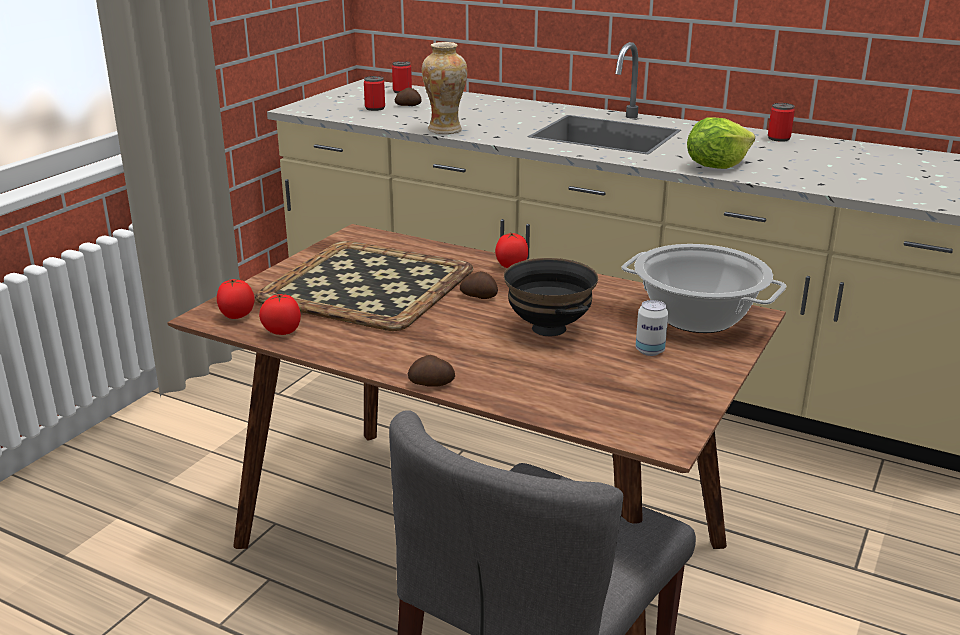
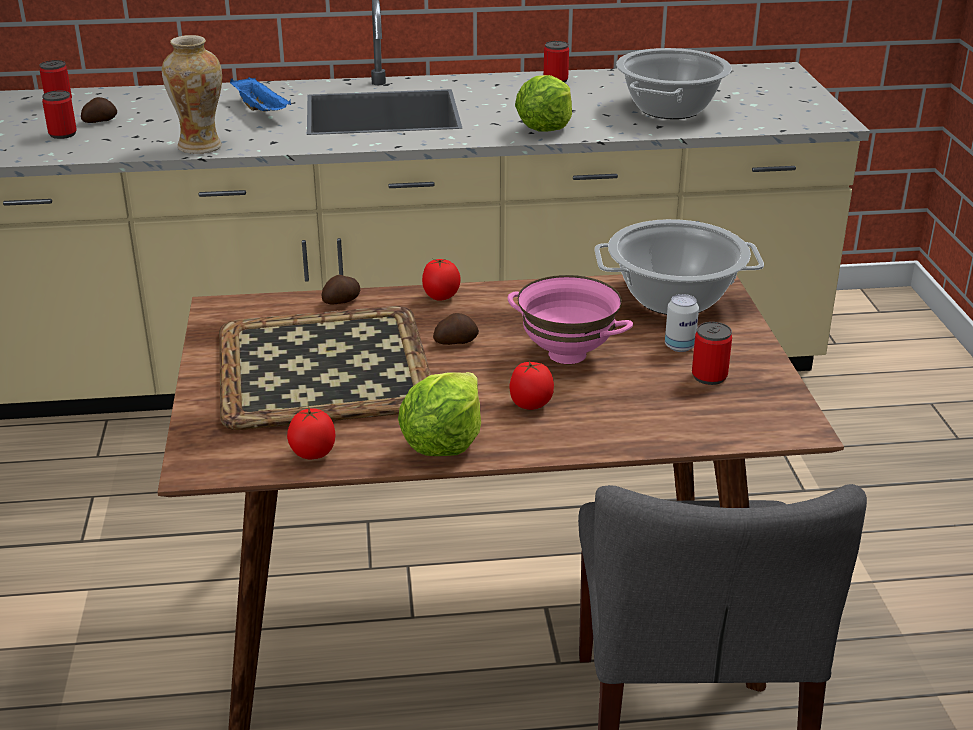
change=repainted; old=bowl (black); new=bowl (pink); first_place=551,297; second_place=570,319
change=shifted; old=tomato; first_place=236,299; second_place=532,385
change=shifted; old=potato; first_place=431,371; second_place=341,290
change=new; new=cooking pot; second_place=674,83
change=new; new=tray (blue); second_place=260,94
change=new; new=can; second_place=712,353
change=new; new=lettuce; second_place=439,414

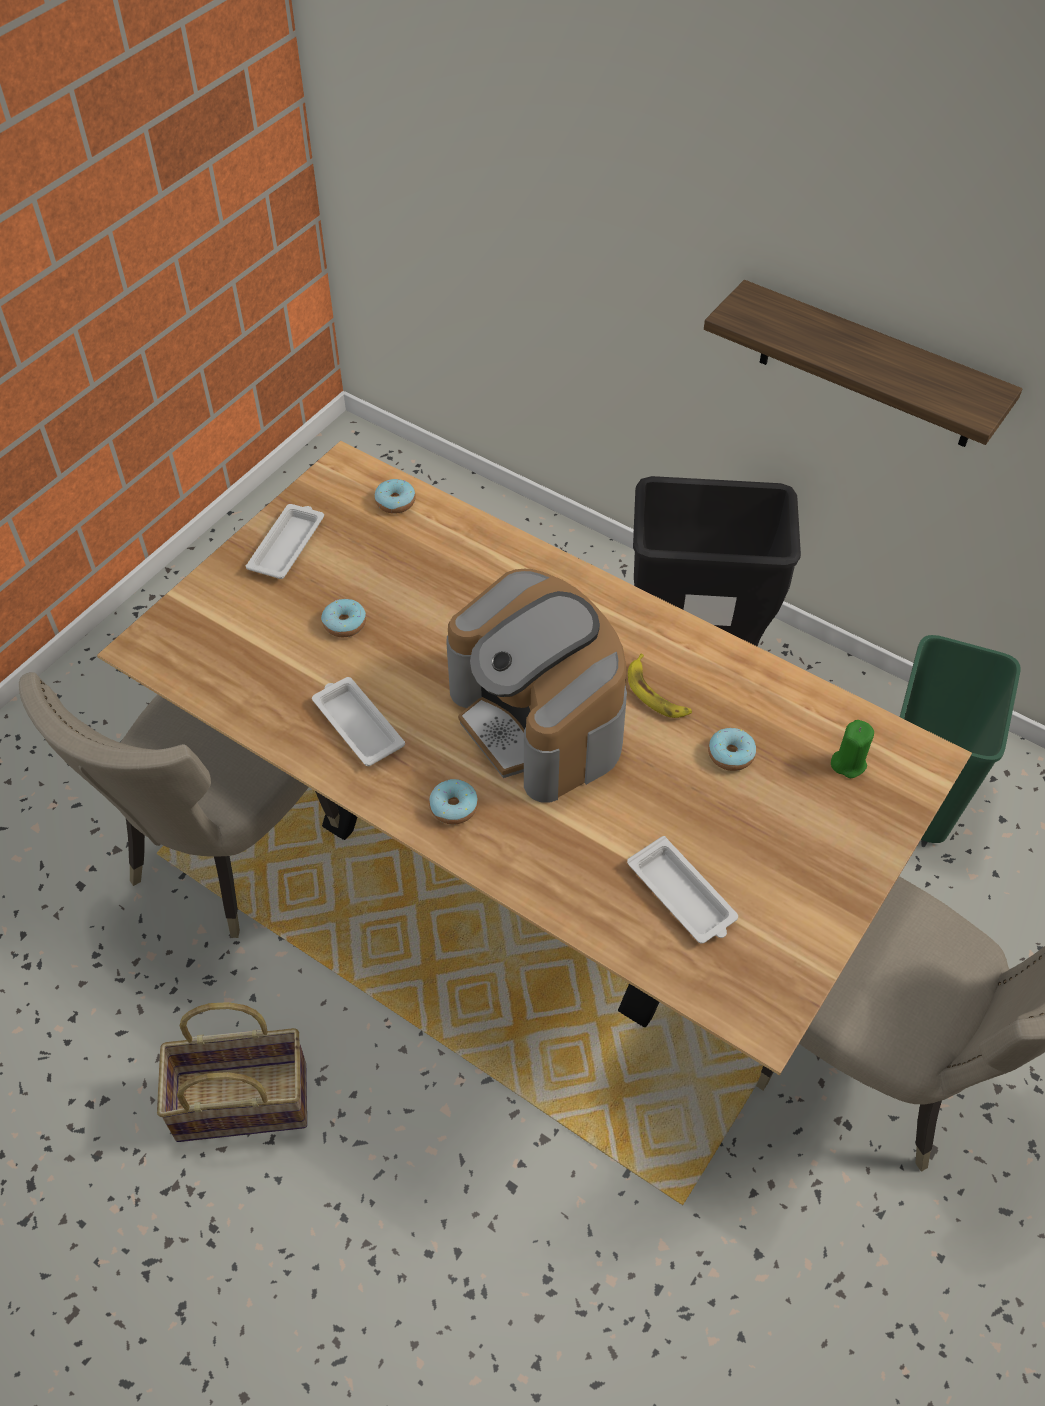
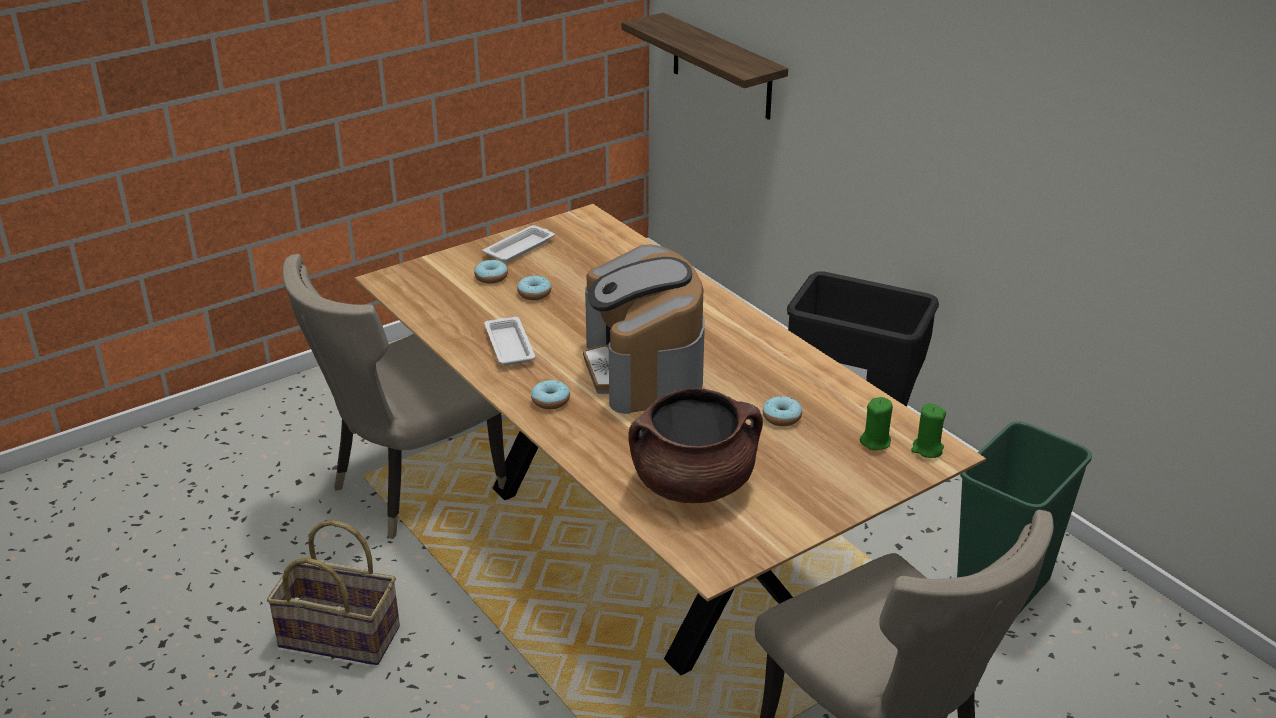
change=shifted; old=shelf; first_place=863,363; second_place=704,66
change=shifted; old=donut; first_place=395,496; second_place=491,272
change=gone; old=banana; first_place=660,686
change=swapped; old=tray (white); new=cooking pot (brown); first_place=682,890; second_place=695,445
change=new; new=candle (green); second_place=928,430

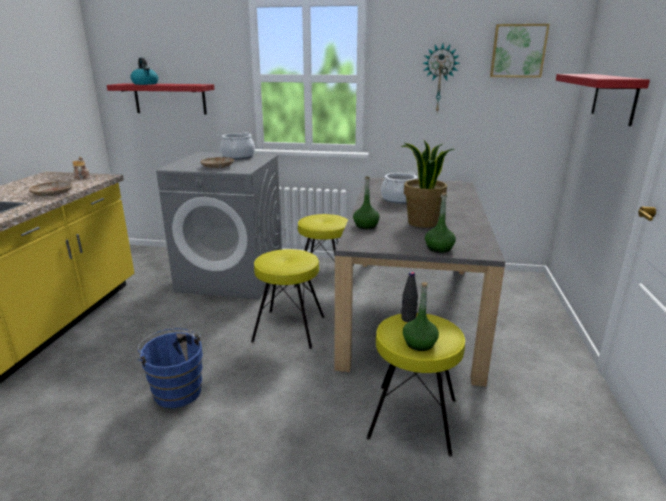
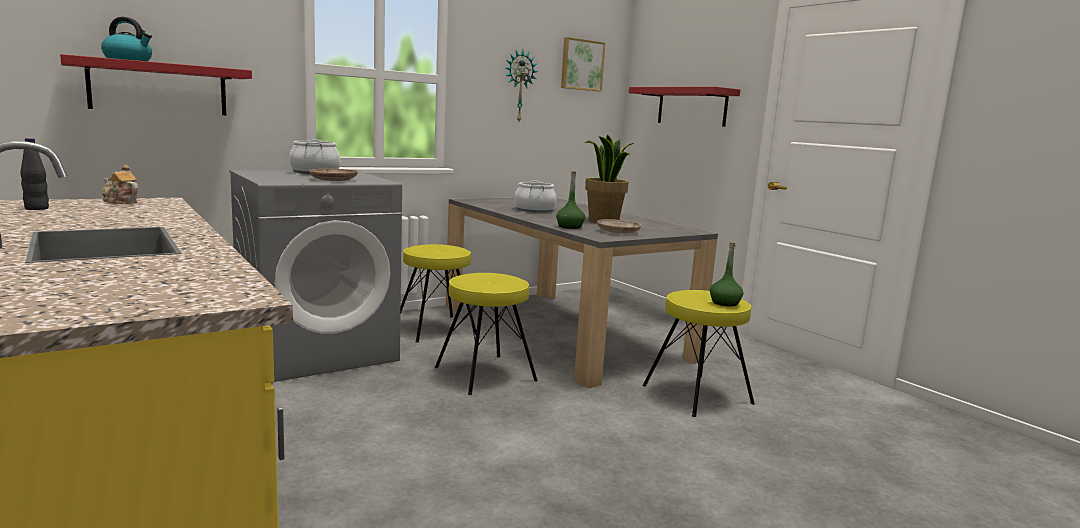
change=shifted; old=plate (beige); first_place=50,188; second_place=619,226
change=gone; old=bottle (green); first_place=440,223
change=shifted; old=bottle (black); first_place=409,297; second_place=34,174
change=gone; old=bucket (blue); first_place=170,368

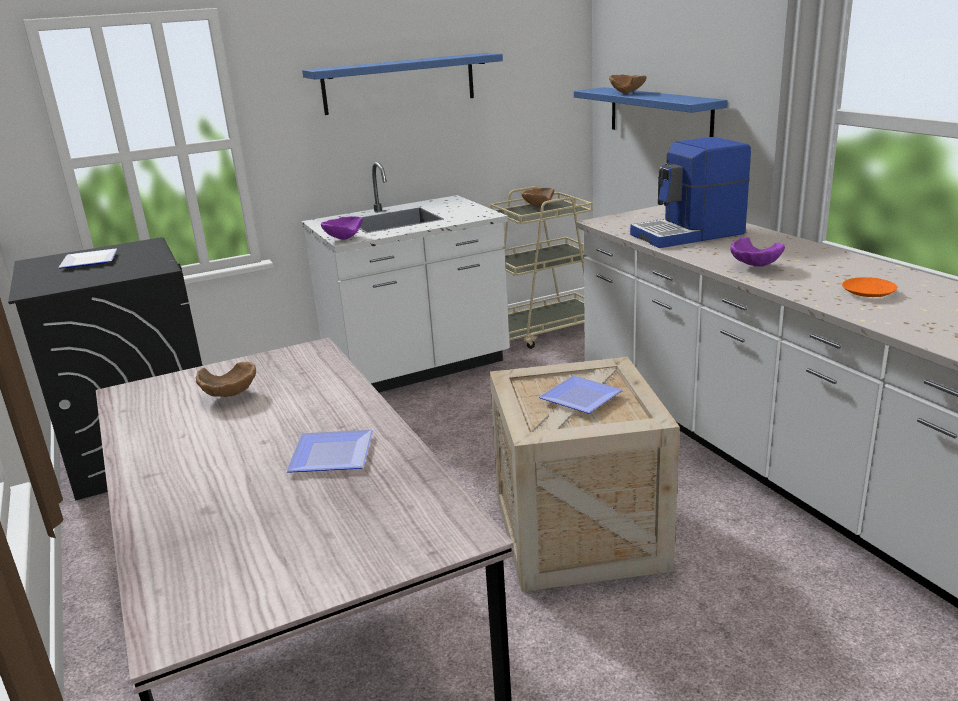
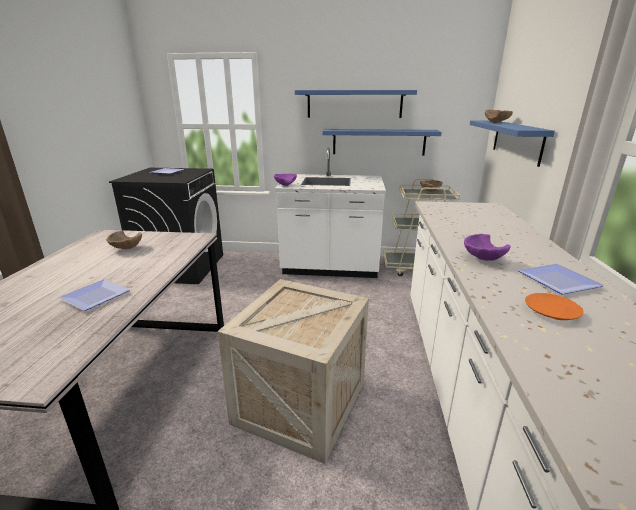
change=gone; old=coffee machine; first_place=690,192
change=shifted; old=plate; first_place=581,394; second_place=561,279
change=new; new=shelf (blue); second_place=382,142

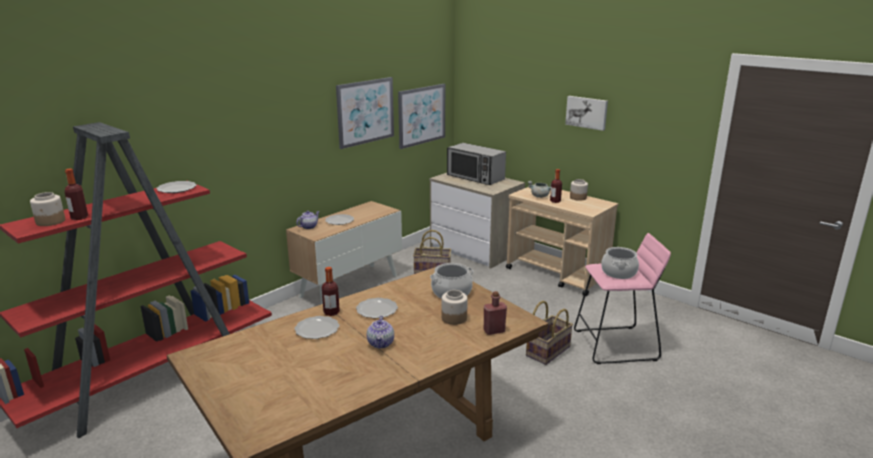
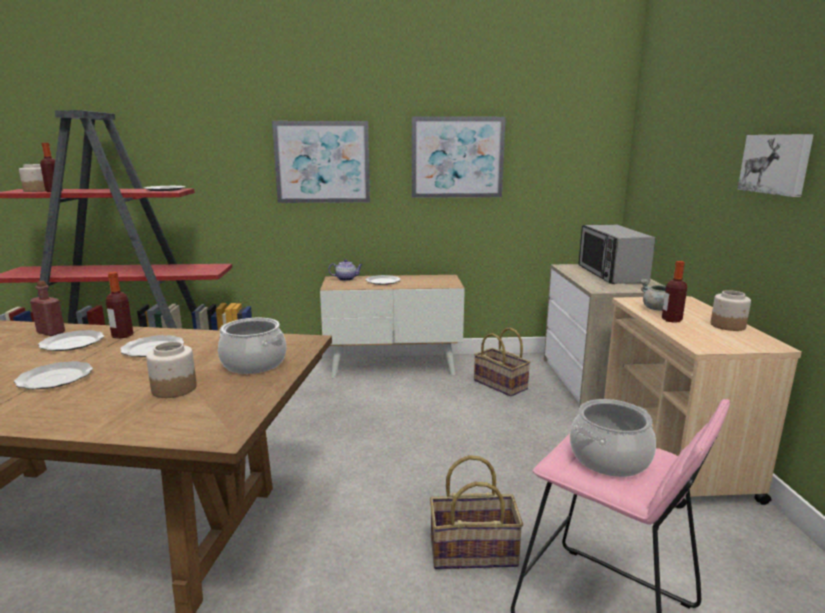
change=shifted; old=picture; first_place=421,116; second_place=321,162
change=shifted; old=bottle (red); first_place=495,313; second_place=47,308
change=swapped; old=teapot; new=plate; first_place=380,332; second_place=53,375

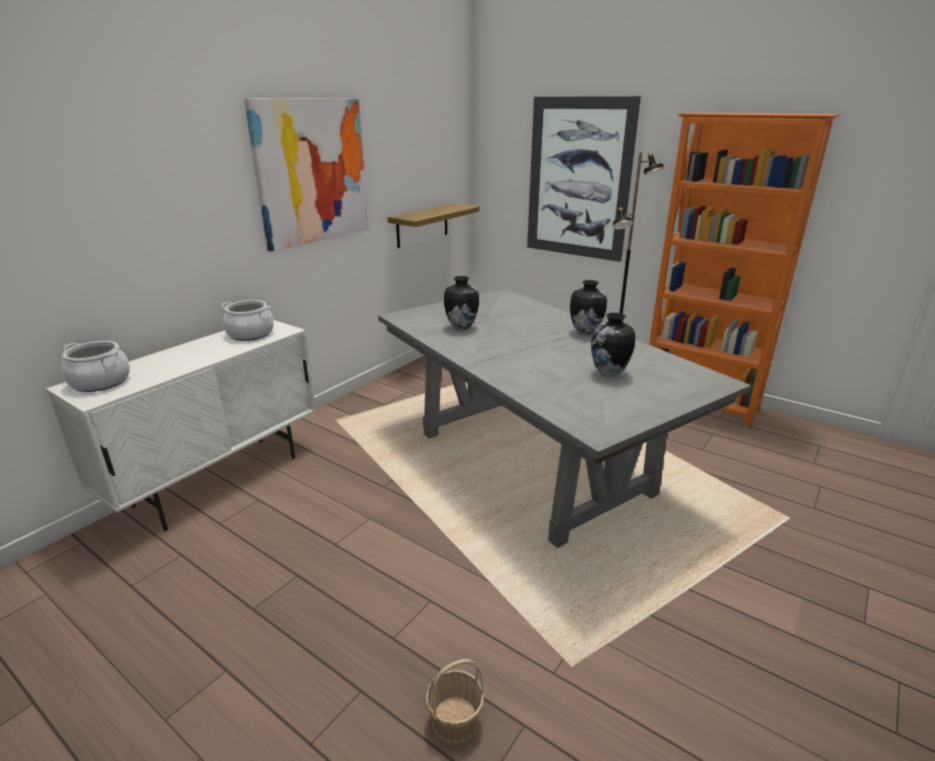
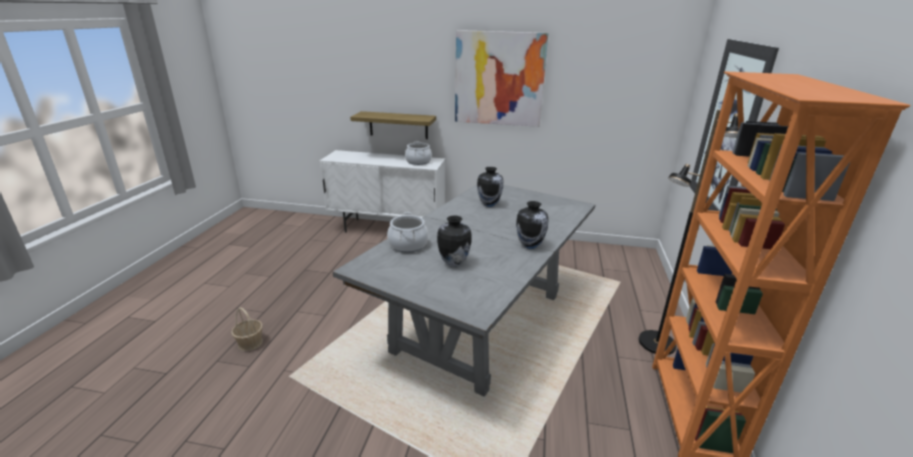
change=shifted; old=shelf; first_place=434,225; second_place=393,125
change=shifted; old=cooking pot; first_place=96,366; second_place=407,232

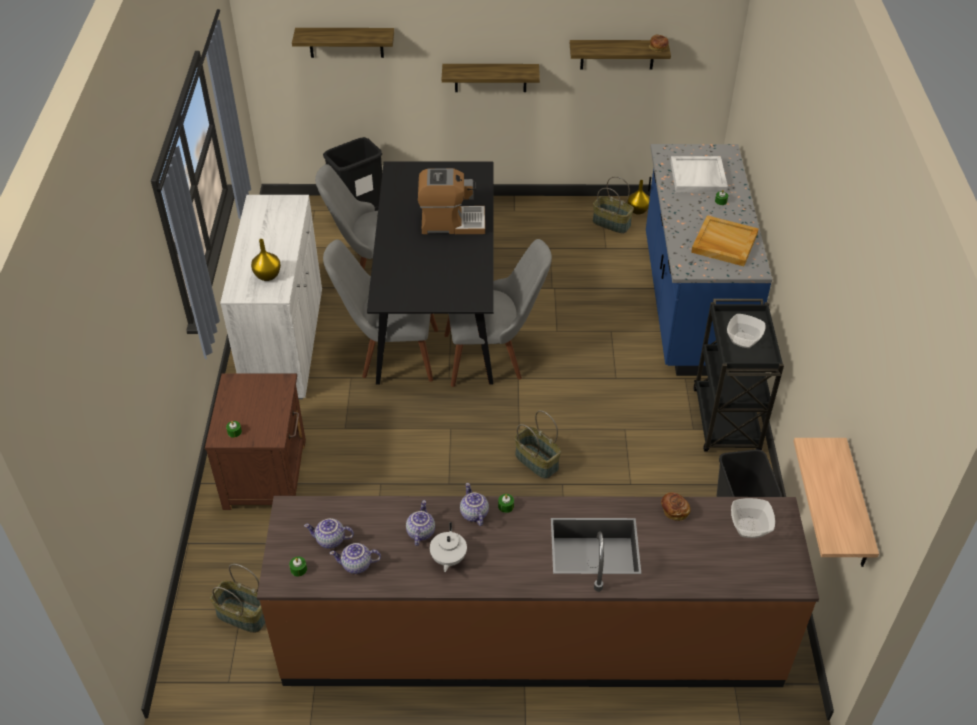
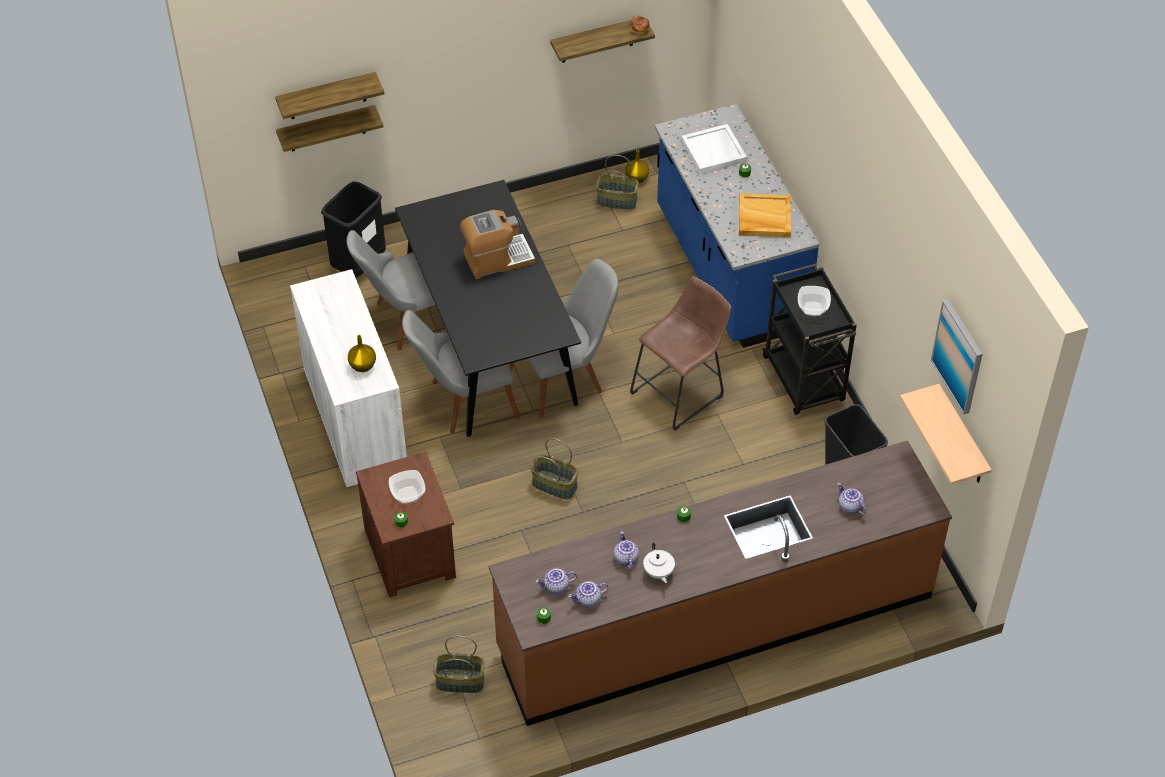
change=shifted; old=shelf; first_place=491,78; second_place=330,128
change=shifted; old=basket; first_place=538,444; second_place=554,468
change=shifted; old=teapot; first_place=474,504; second_place=852,499
change=gone; old=bread; first_place=675,506
change=shifted; old=bowl; first_place=753,518; second_place=407,487
change=new; new=stool (brown); second_place=680,353
change=new; new=picture; second_place=957,356

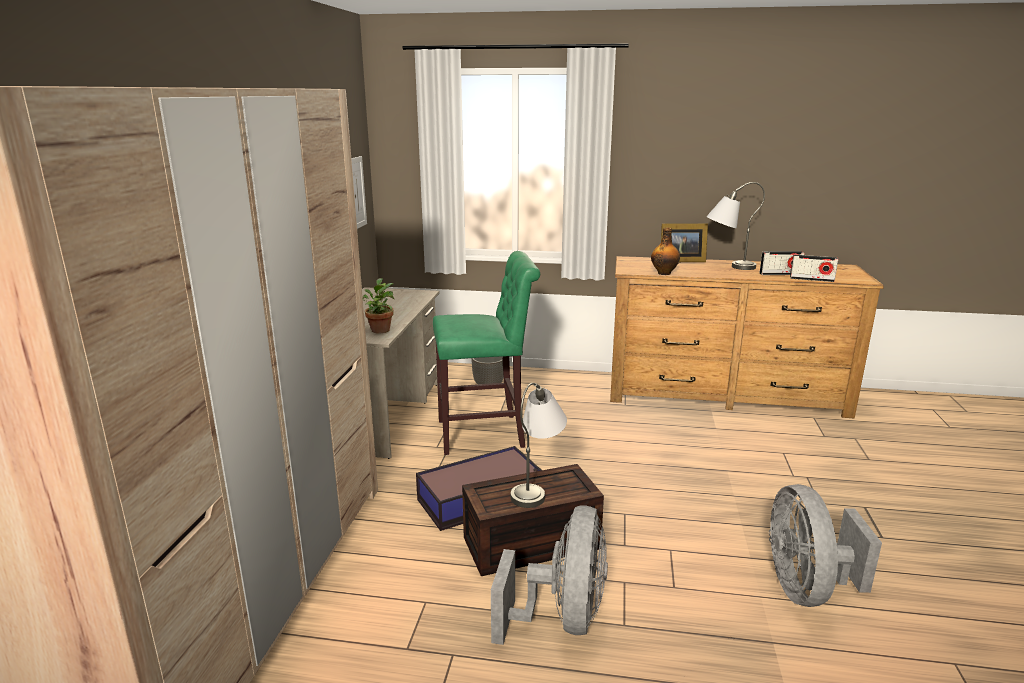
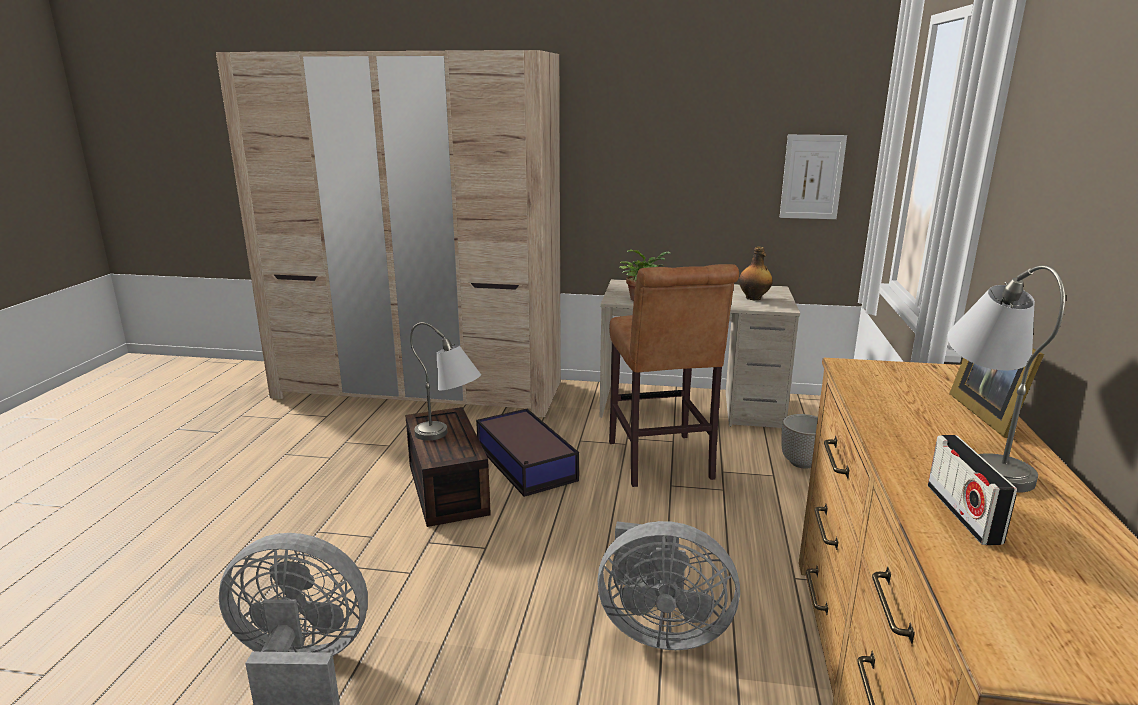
change=shifted; old=bottle; first_place=665,251; second_place=756,273
change=repainted; old=stool (green); new=stool (brown); first_place=486,353; second_place=674,375
change=gone; old=radio; first_place=814,268
change=shifted; old=fan (grey); first_place=549,575; second_place=669,585

